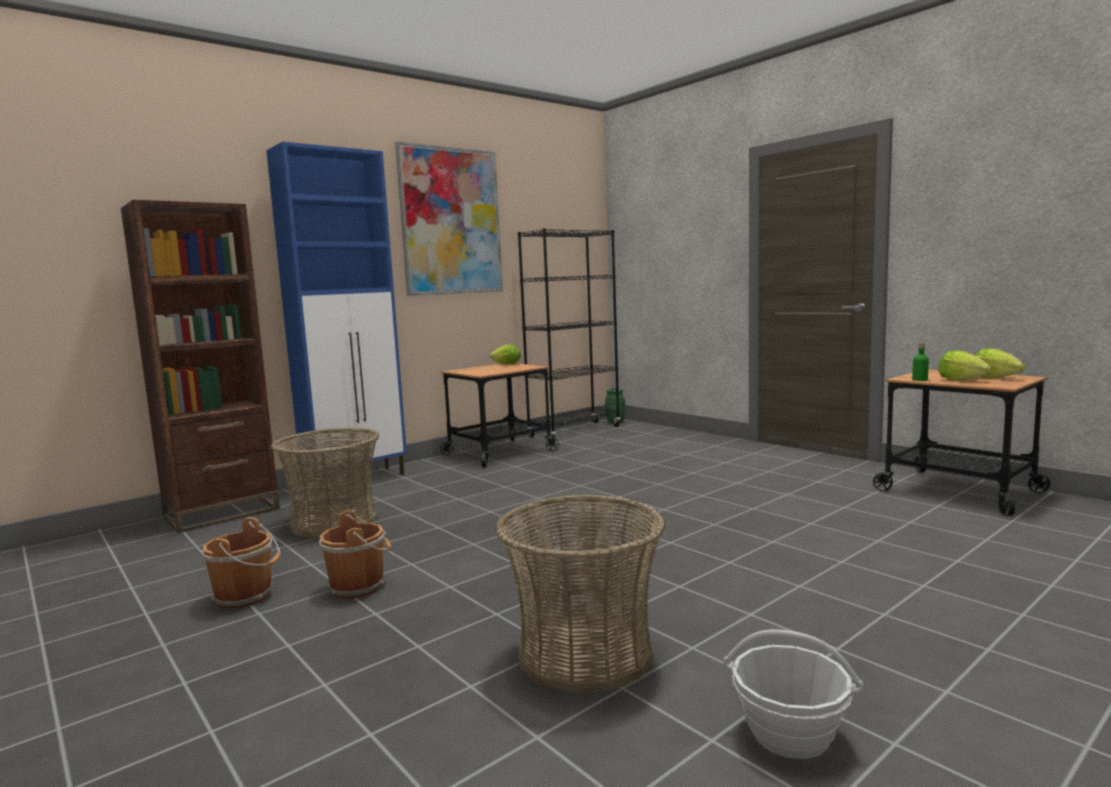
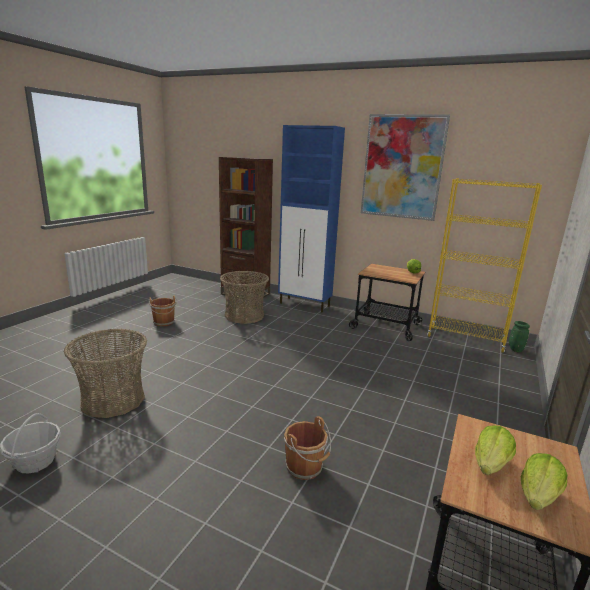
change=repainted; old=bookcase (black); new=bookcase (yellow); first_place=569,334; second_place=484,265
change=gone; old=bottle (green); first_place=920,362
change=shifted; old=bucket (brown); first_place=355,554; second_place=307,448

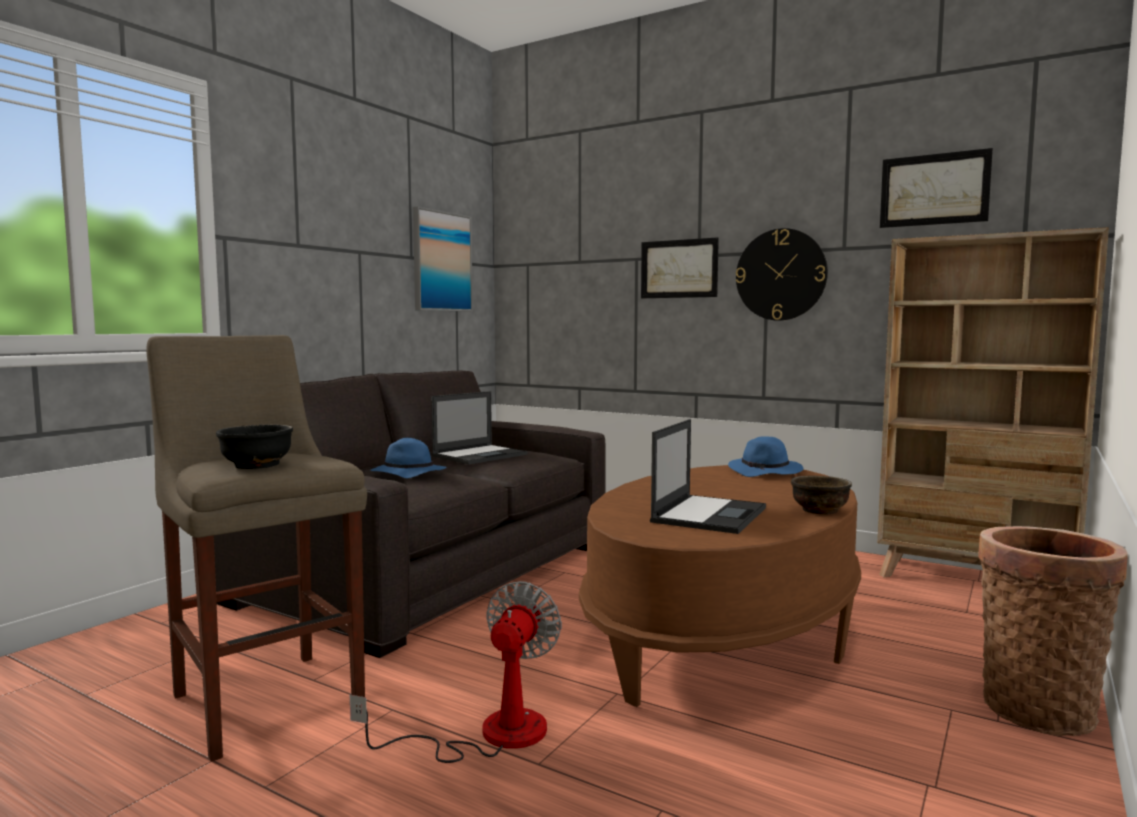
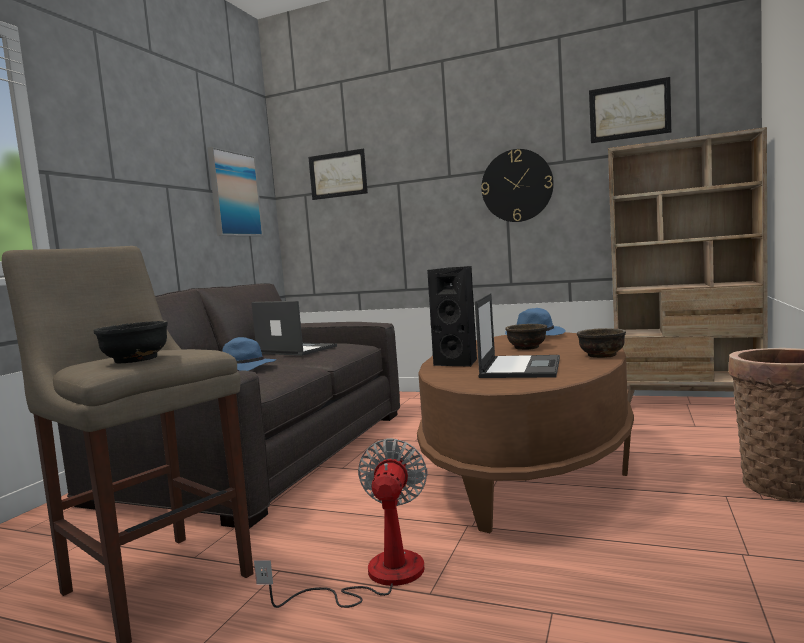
change=shifted; old=picture; first_place=680,267; second_place=338,174
change=rotated; old=laptop; first_place=479,427; second_place=294,328; degrees=-90
change=new; new=speaker (black); second_place=452,316
change=new; new=bowl (brown); second_place=526,337

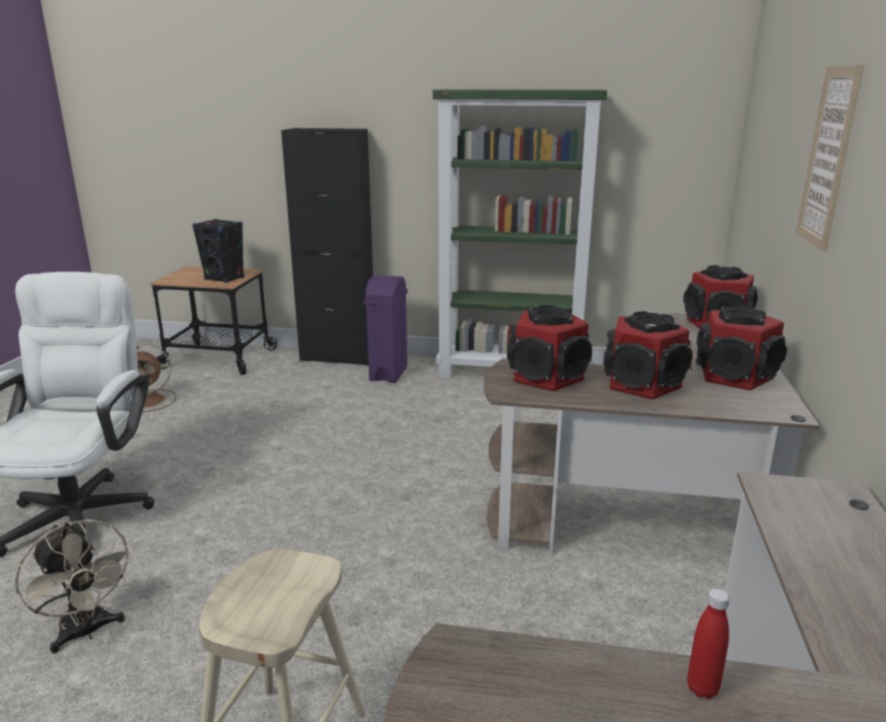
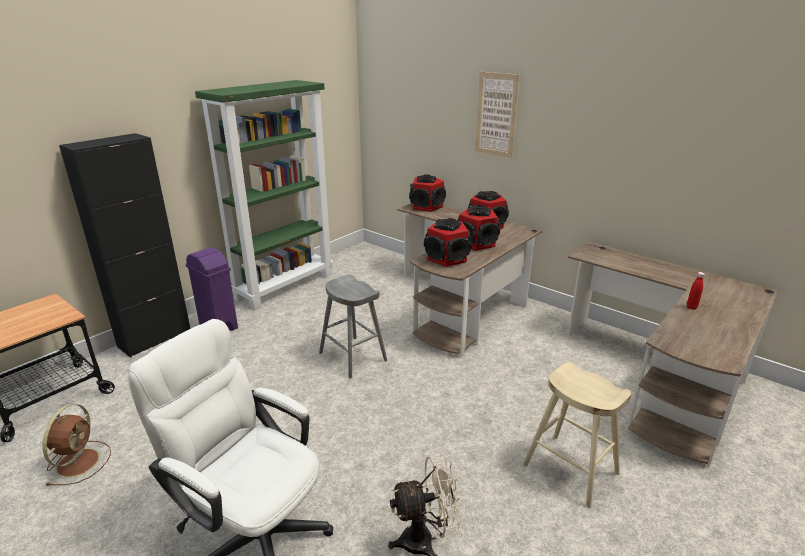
change=gone; old=speaker (black); first_place=218,251
change=new; new=stool (grey); second_place=353,327

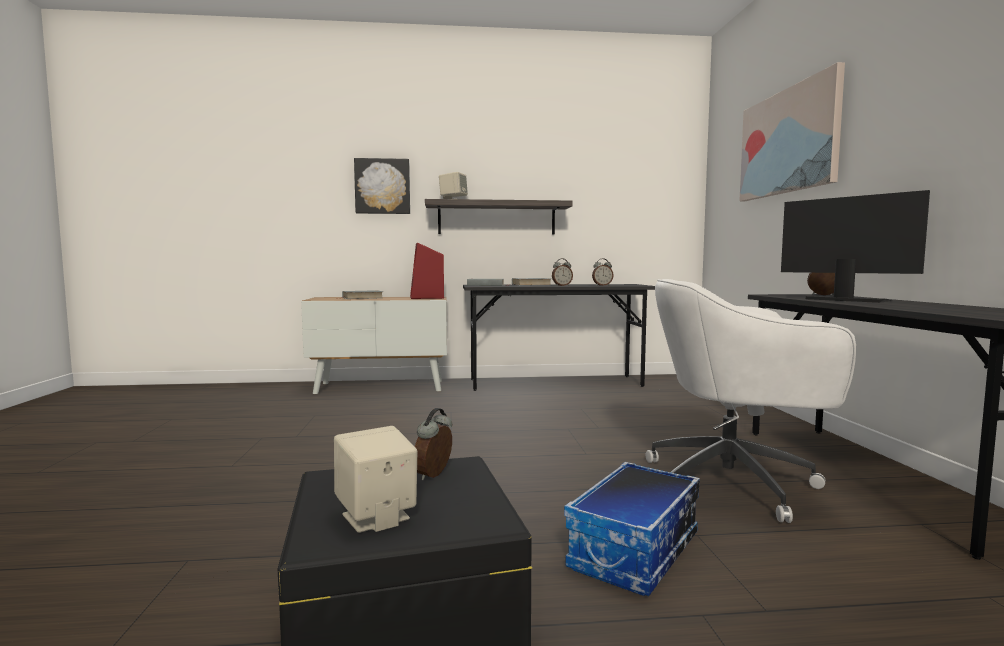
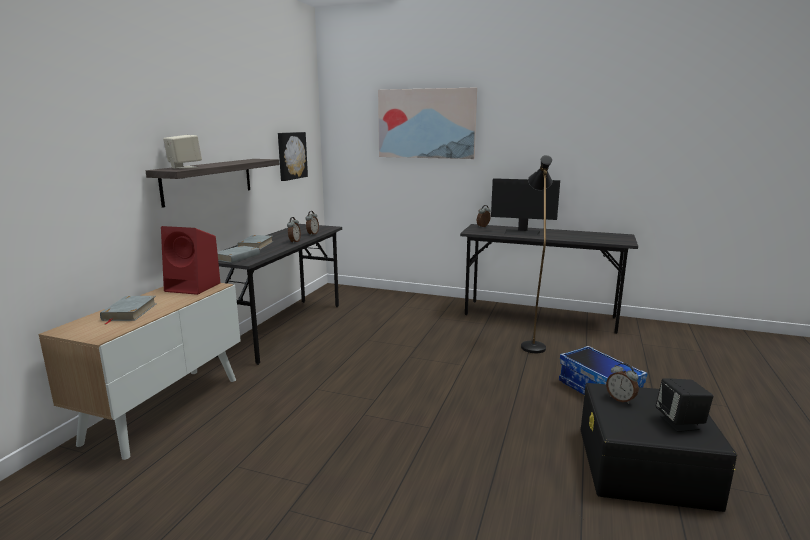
change=shifted; old=picture; first_place=382,186; second_place=293,156
change=rotated; old=monitor; first_place=855,246; second_place=525,207; degrees=-150
change=swapped; old=office chair (white); new=floor lamp (black); first_place=751,401; second_place=536,254
change=repainted; old=speaker (beige); new=speaker (black); first_place=376,479; second_place=684,405

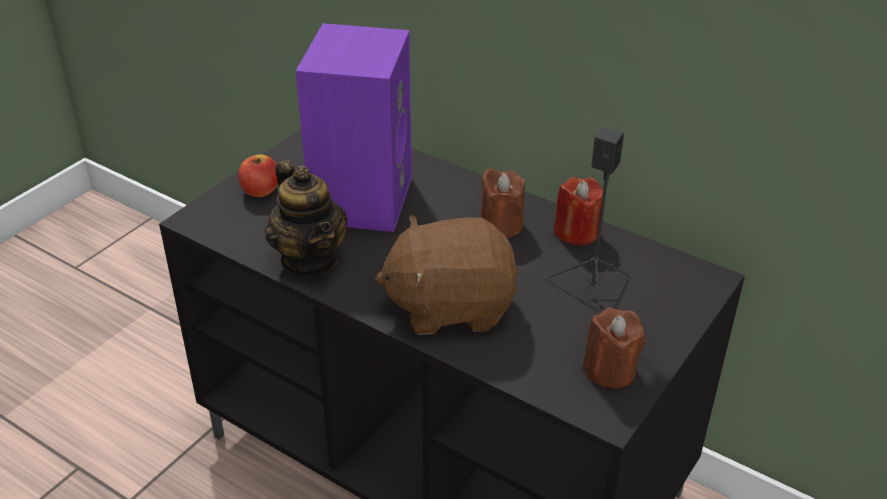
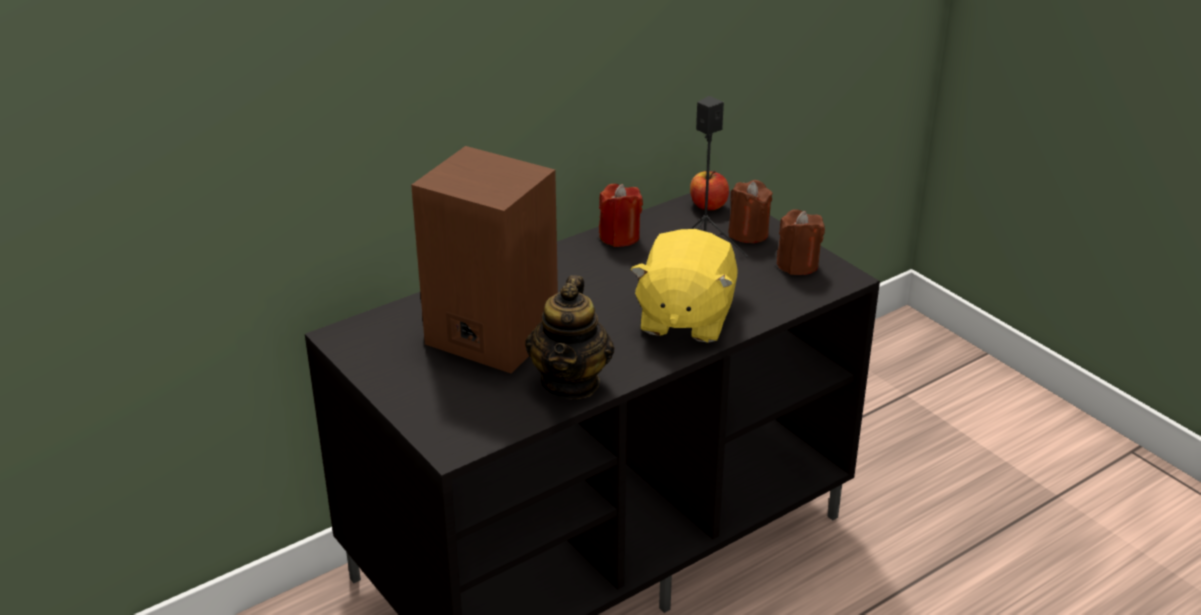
change=repainted; old=speaker (purple); new=speaker (brown); first_place=354,127; second_place=484,259
change=shifted; old=apple; first_place=258,175; second_place=709,190
change=rotated; old=teapot; first_place=306,217; second_place=569,337; degrees=105
change=shifted; old=candle (brown); first_place=502,203; second_place=750,211
change=repainted; old=plush toy (brown); new=plush toy (yellow); first_place=447,274; second_place=684,286

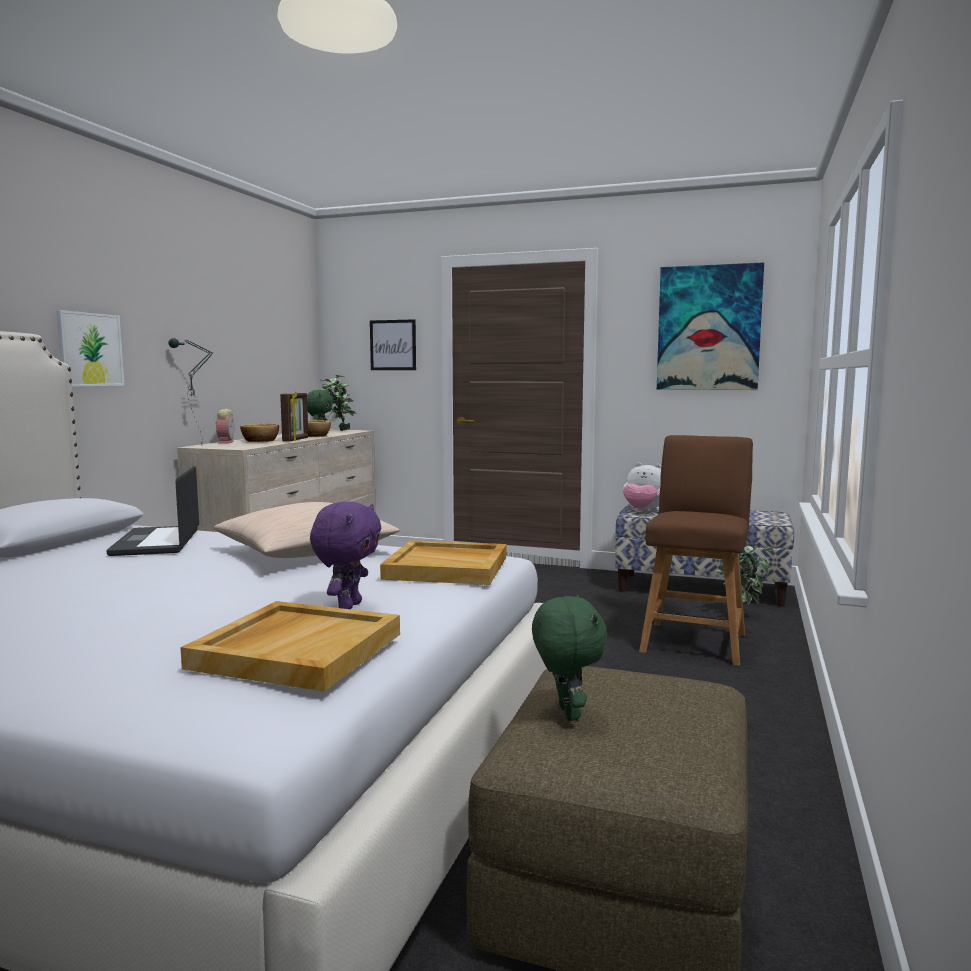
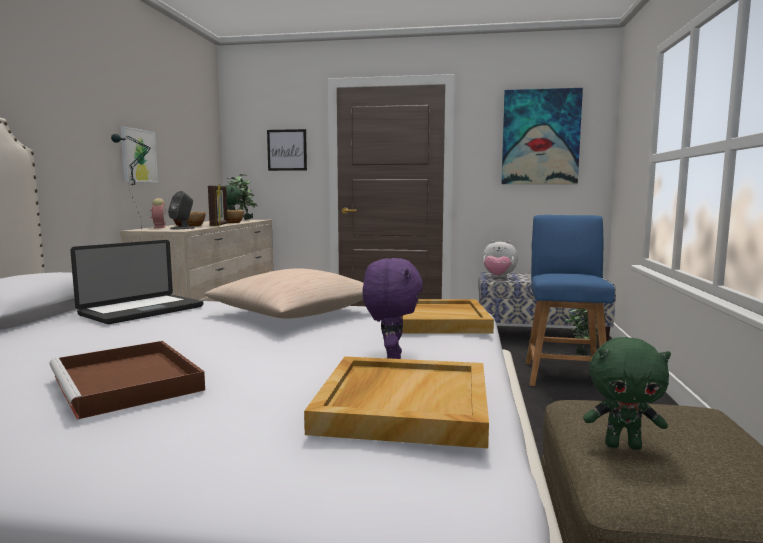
change=shifted; old=picture; first_place=90,348; second_place=139,154
change=repainted; old=chair (brown); new=chair (blue); first_place=696,550; second_place=570,300
change=rotated; old=laptop; first_place=152,511; second_place=136,282; degrees=-120
change=rotated; old=plush toy (green); first_place=569,658; second_place=627,393; degrees=120
change=new; new=speaker (grey); second_place=181,210
change=new; new=tray (brown); second_place=127,380

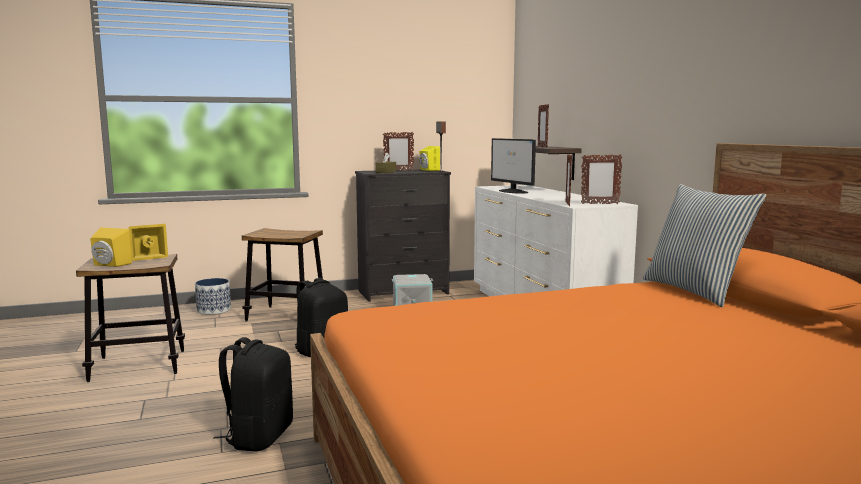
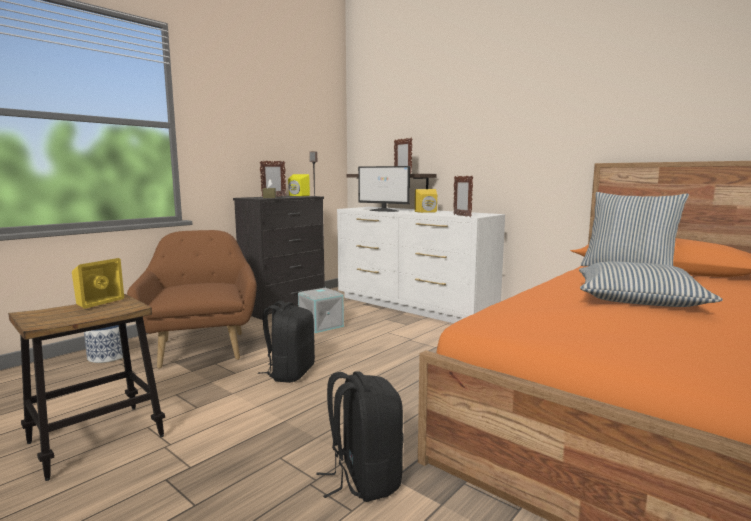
change=gone; old=picture frame; first_place=602,179
change=shifted; old=speaker (yellow); first_place=111,247; second_place=426,201
change=swapped; old=stool; new=armchair (brown); first_place=282,275; second_place=192,299
change=new; new=pillow; second_place=651,284

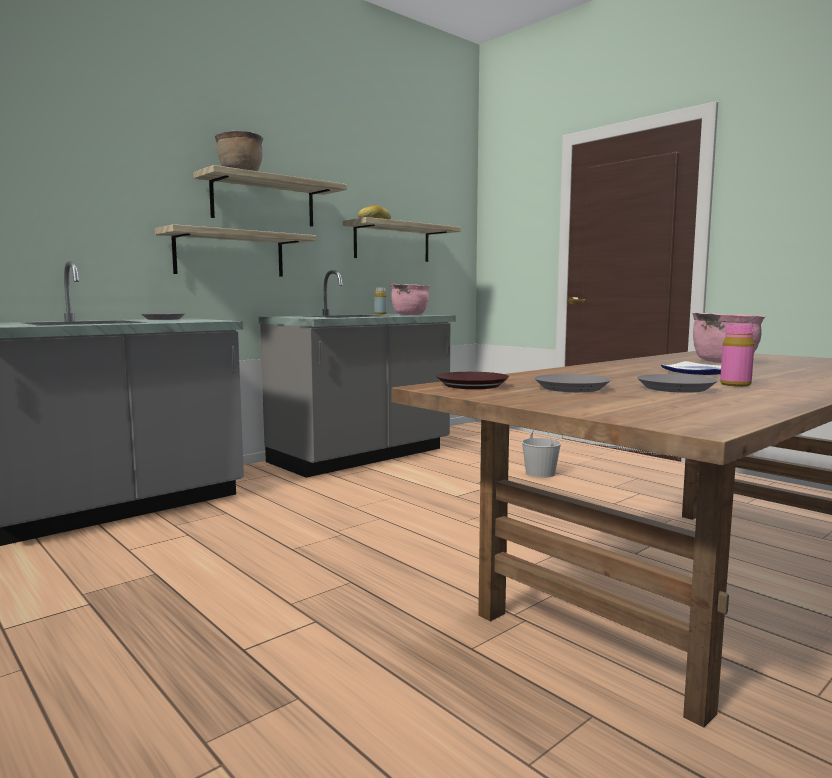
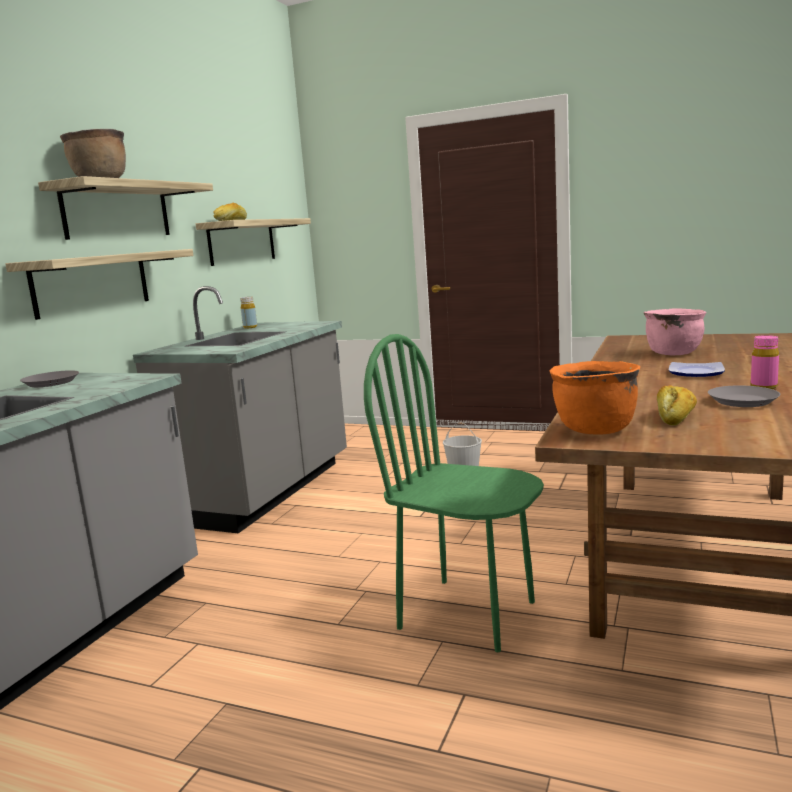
change=gone; old=cooking pot (pink); first_place=410,299
change=swapped; old=plate (brown); new=cooking pot (orange); first_place=472,380; second_place=595,398
change=swapped; old=plate (grey); new=bread; first_place=572,383; second_place=677,405
change=new; new=chair (green); second_place=454,493

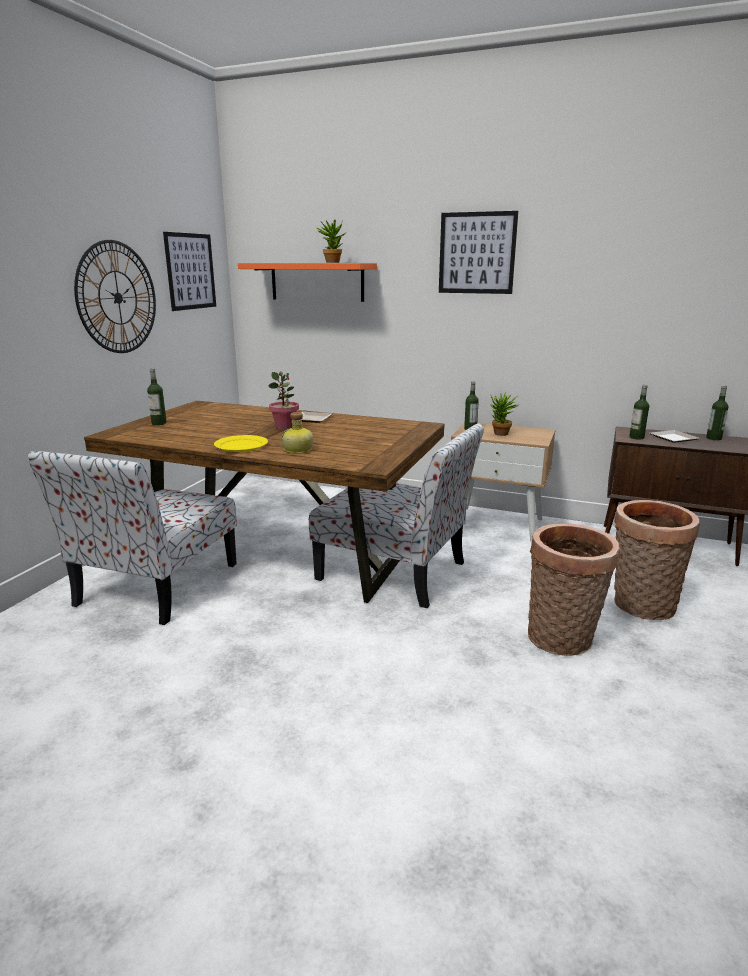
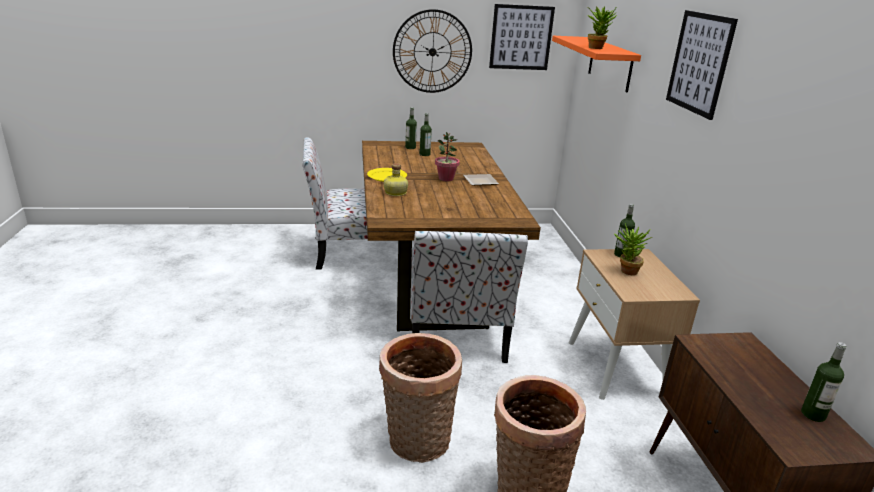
change=shifted; old=bottle; first_place=639,412; second_place=425,134
change=gone; old=plate; first_place=674,436

